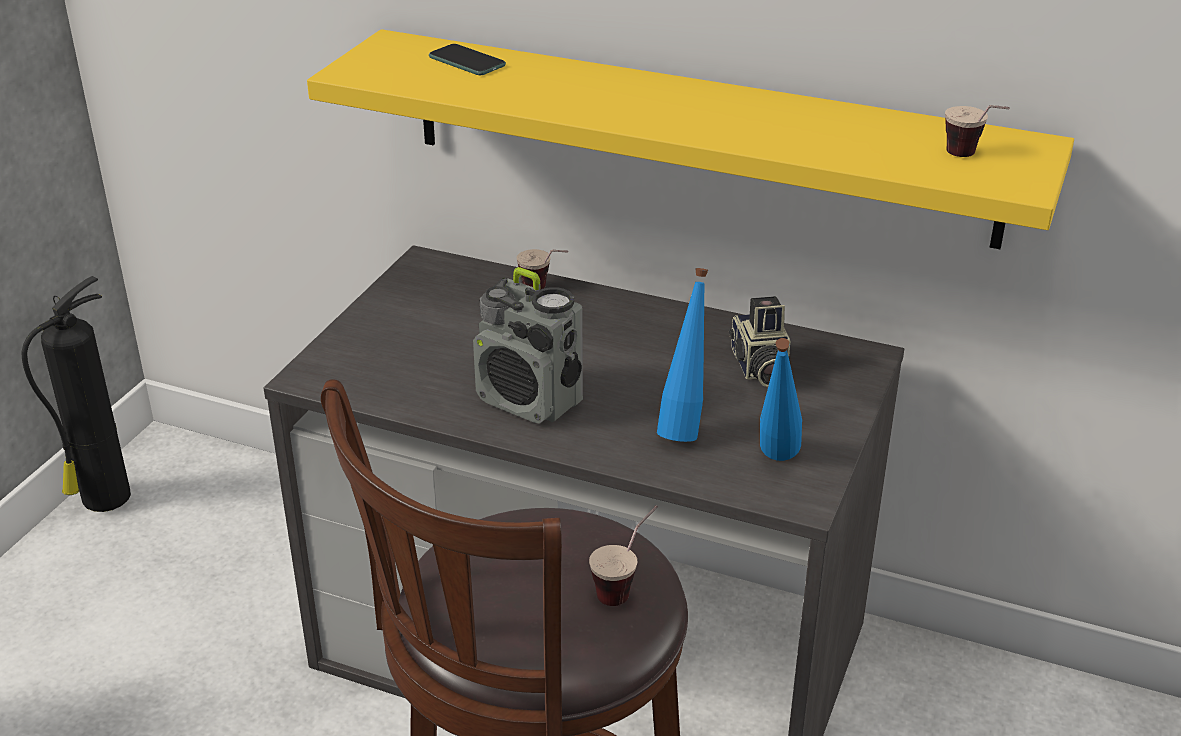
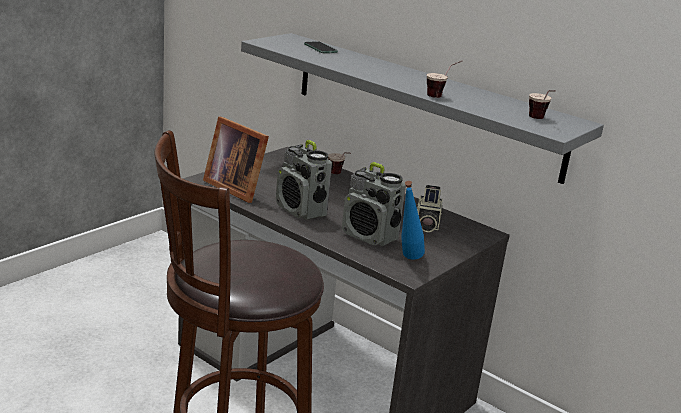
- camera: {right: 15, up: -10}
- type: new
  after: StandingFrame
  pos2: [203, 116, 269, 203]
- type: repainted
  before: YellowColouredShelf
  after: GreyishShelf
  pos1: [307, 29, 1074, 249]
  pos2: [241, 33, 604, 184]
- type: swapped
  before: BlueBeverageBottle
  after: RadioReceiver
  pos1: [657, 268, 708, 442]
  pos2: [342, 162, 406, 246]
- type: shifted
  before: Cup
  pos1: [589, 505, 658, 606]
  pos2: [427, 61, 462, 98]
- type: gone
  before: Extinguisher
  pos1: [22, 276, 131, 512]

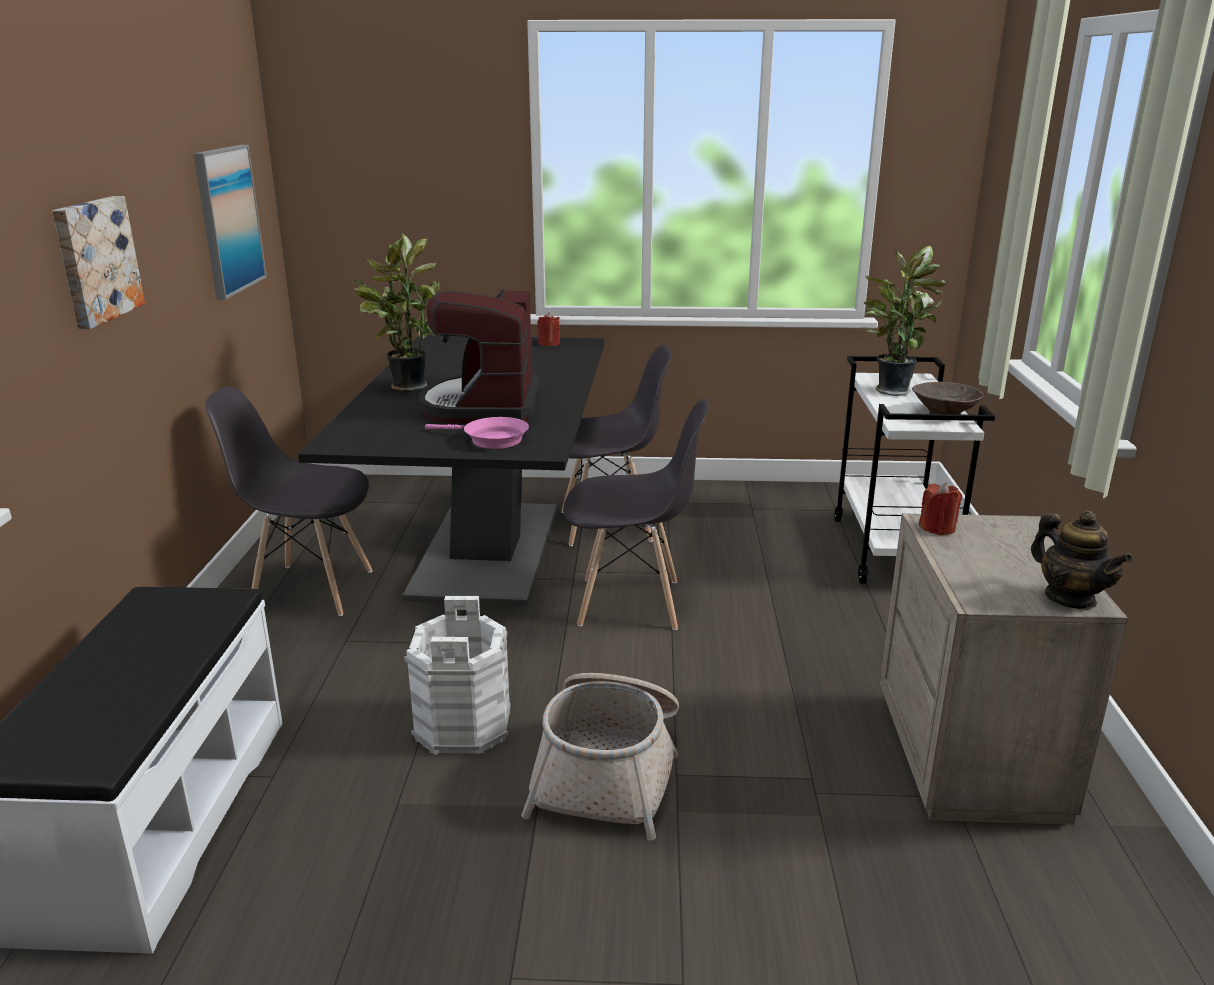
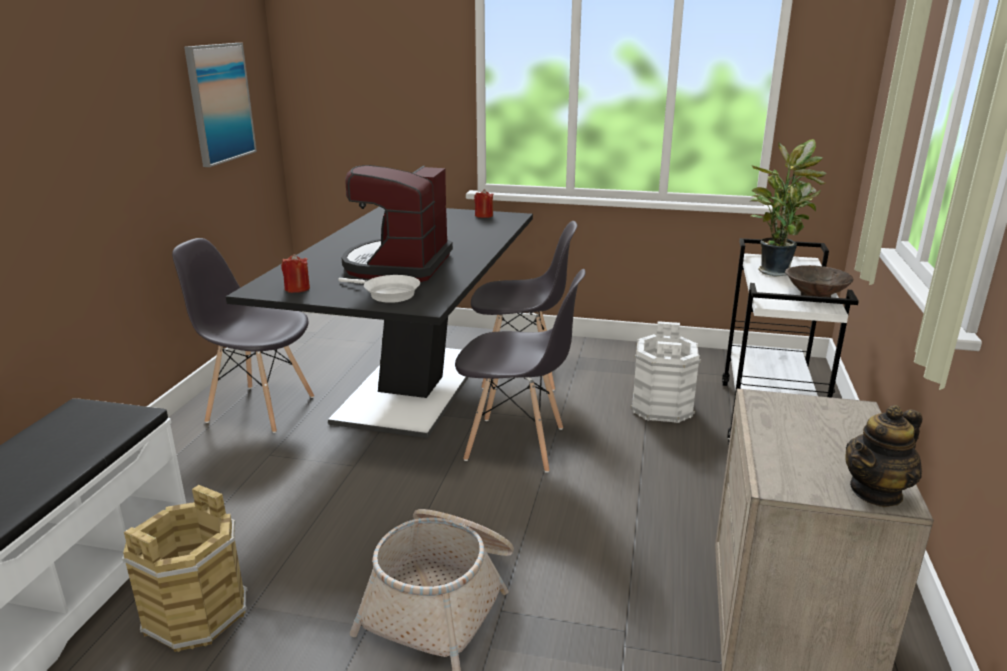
- camera: {right: 10, up: 0}
- type: new
  after: BrownishPail
  pos2: [122, 485, 248, 652]
- type: shifted
  before: RedColouredWaxLight
  pos1: [919, 482, 962, 535]
  pos2: [281, 254, 310, 293]
- type: repainted
  before: PinkColouredSkillet
  after: WhiteColouredSkillet
  pos1: [425, 417, 529, 449]
  pos2: [338, 275, 420, 303]
- type: shifted
  before: WhiteColouredPail
  pos1: [404, 596, 511, 755]
  pos2: [631, 321, 701, 423]
- type: rotated
  before: TeaPot
  pos1: [1031, 511, 1132, 609]
  pos2: [845, 405, 922, 507]
  turn: 75
- type: gone
  before: Picture
  pos1: [52, 196, 145, 329]
- type: gone
  before: PottedPlant
  pos1: [354, 234, 440, 392]

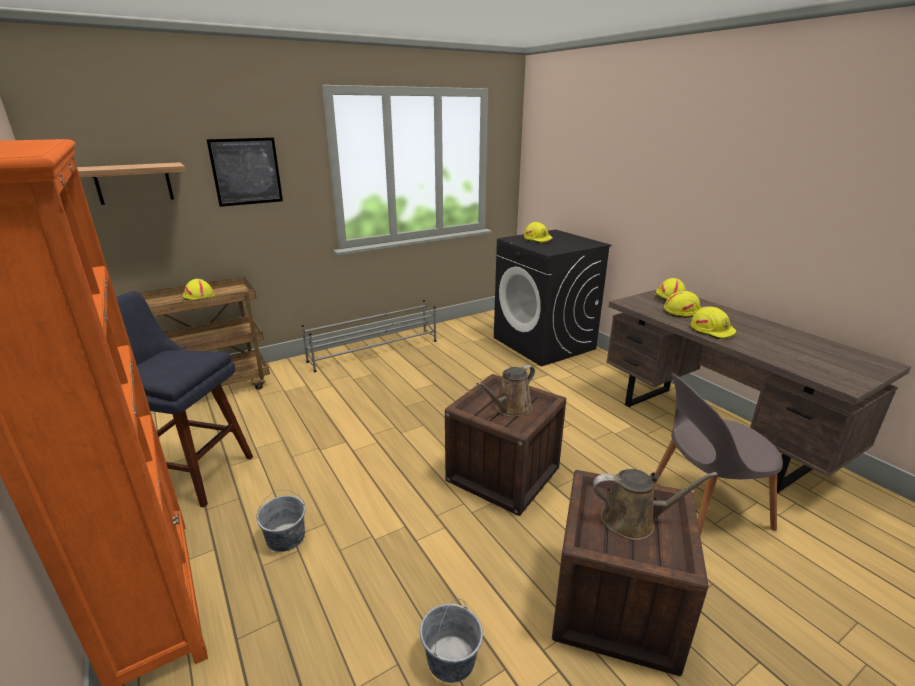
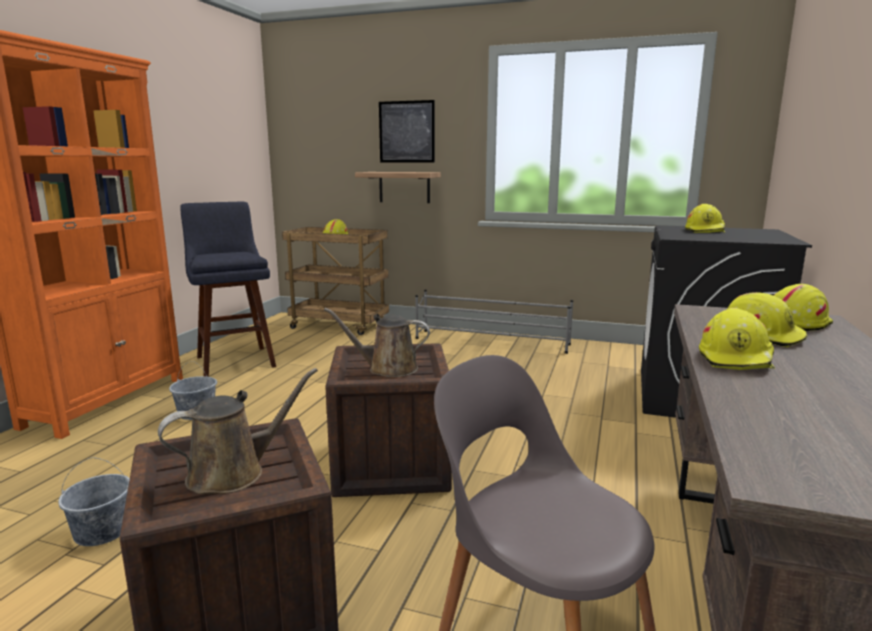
- camera: {right: 50, up: -10}
- type: rotated
  before: BrownishWateringPot
  pos1: [593, 469, 718, 540]
  pos2: [158, 368, 318, 494]
  turn: -90
- type: shifted
  before: Shelf
  pos1: [77, 162, 186, 205]
  pos2: [355, 172, 441, 203]

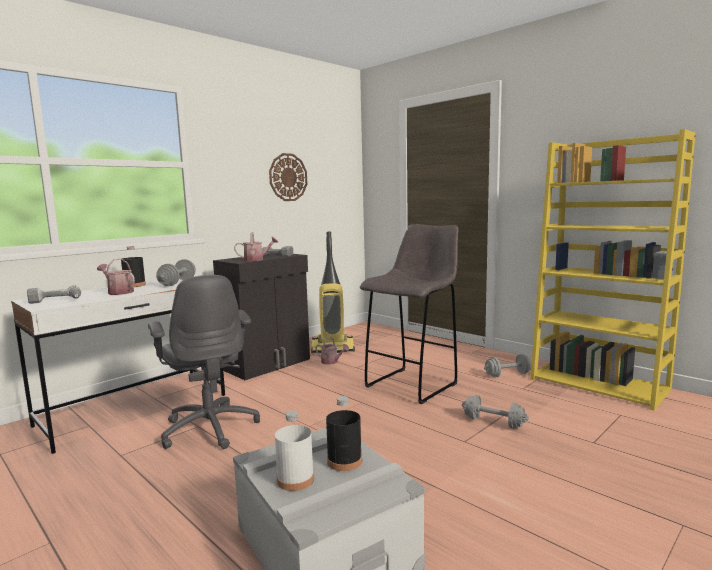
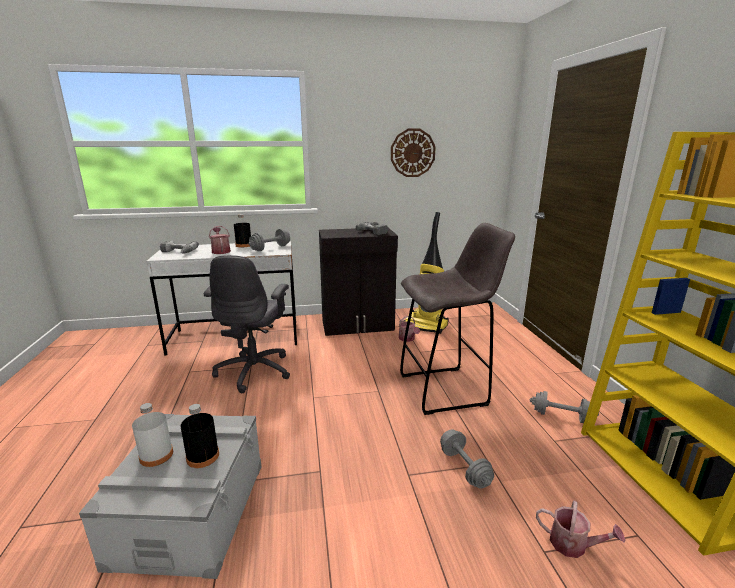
- camera: {right: 35, up: 10}
- type: shifted
  before: WateringPot
  pos1: [234, 232, 278, 261]
  pos2: [536, 500, 625, 558]

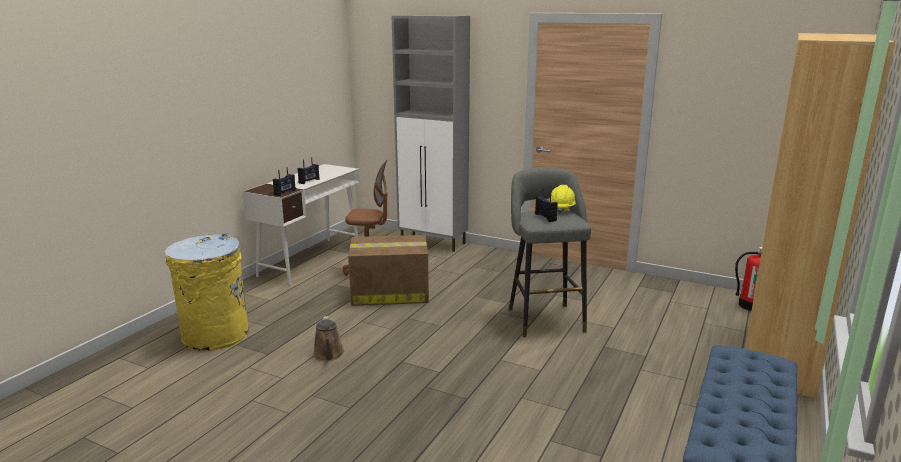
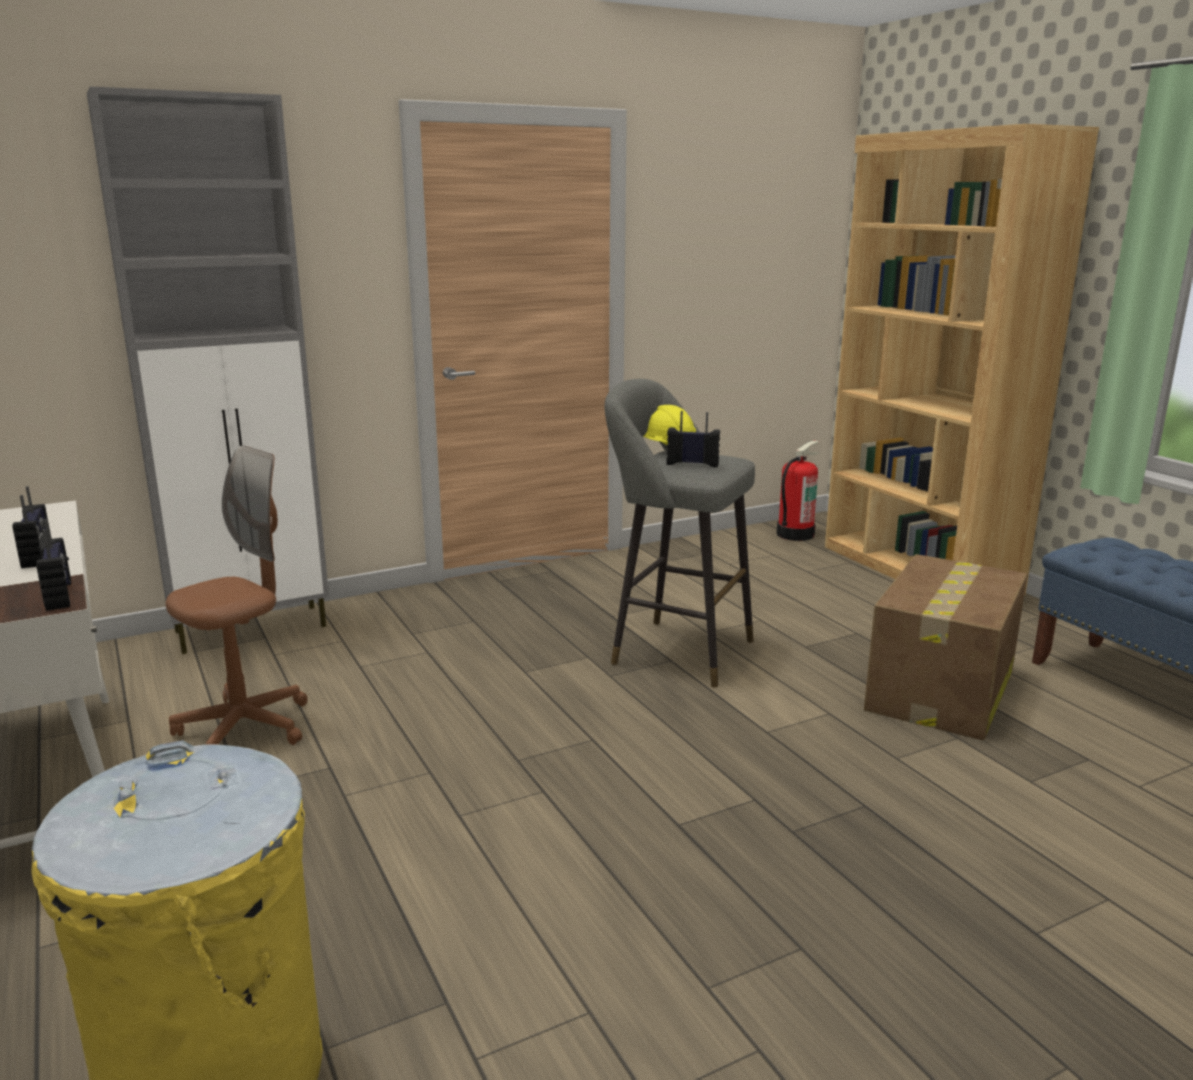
- camera: {right: -55, up: 0}
- type: shifted
  before: PackingBox
  pos1: [348, 235, 429, 306]
  pos2: [864, 554, 1027, 740]
- type: gone
  before: BrownishWateringPot
  pos1: [313, 316, 344, 361]

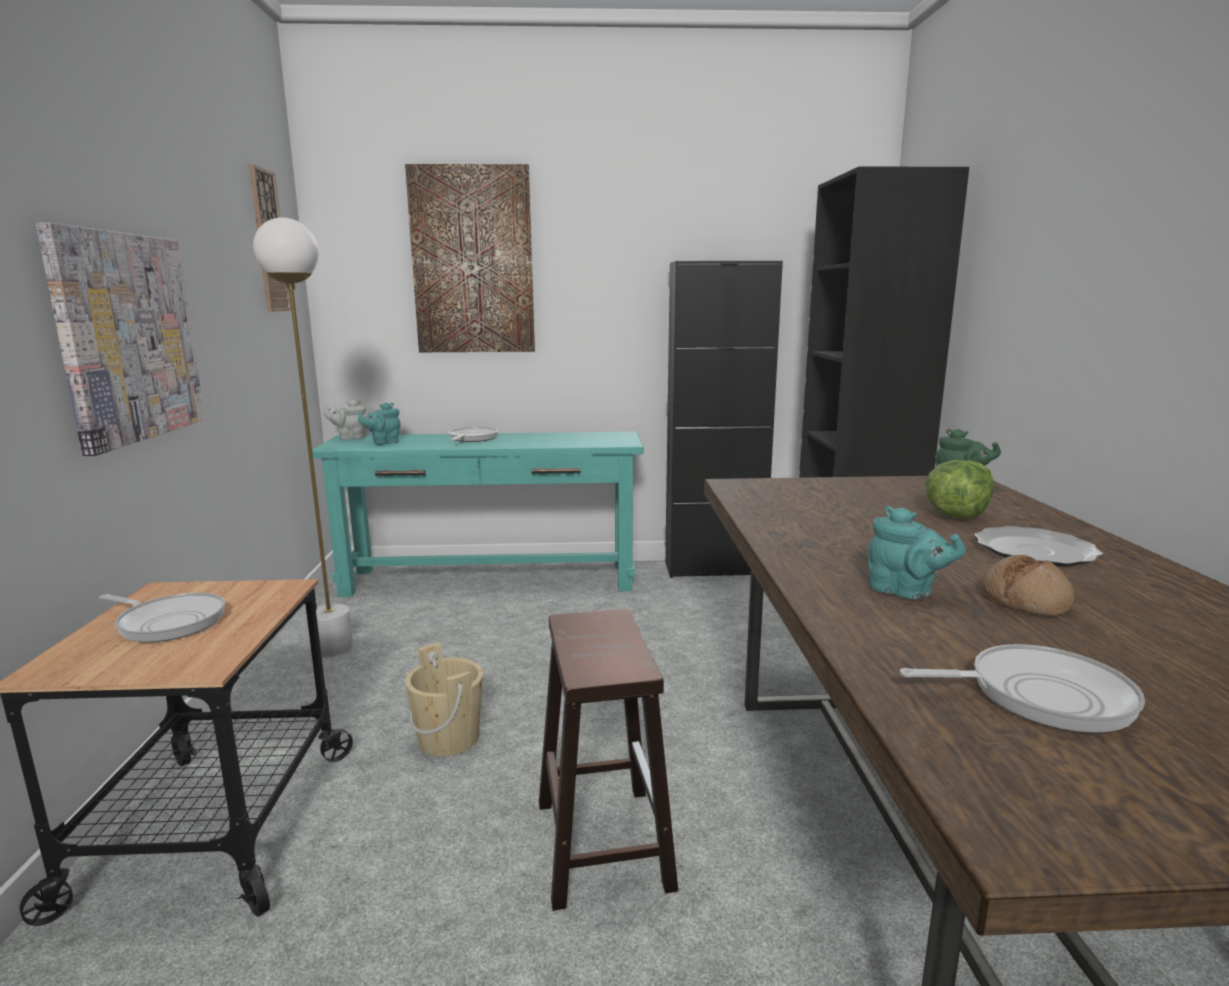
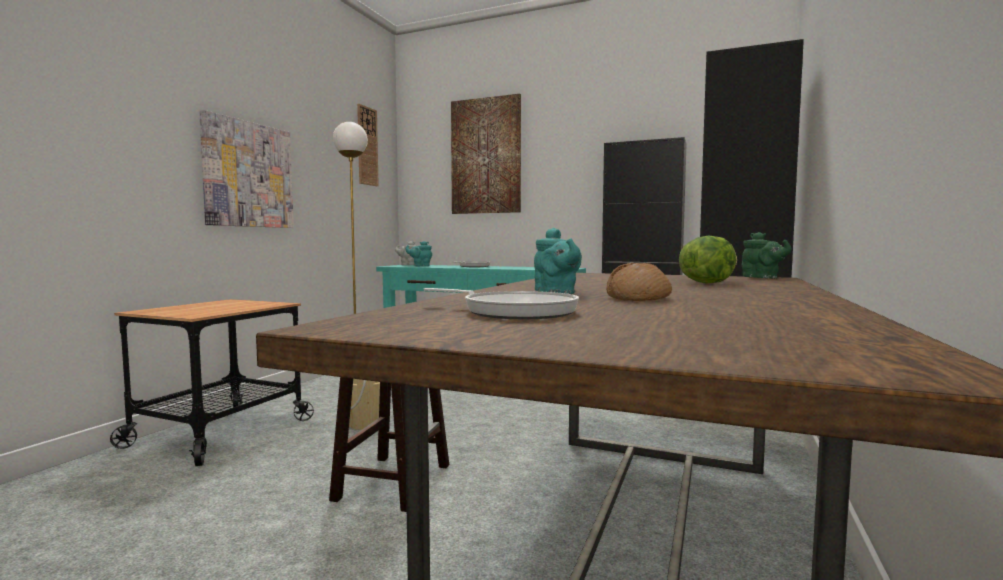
- camera: {right: 25, up: -10}
- type: gone
  before: Skillet
  pos1: [99, 593, 225, 642]
- type: gone
  before: DinnerPlate
  pos1: [974, 526, 1103, 567]

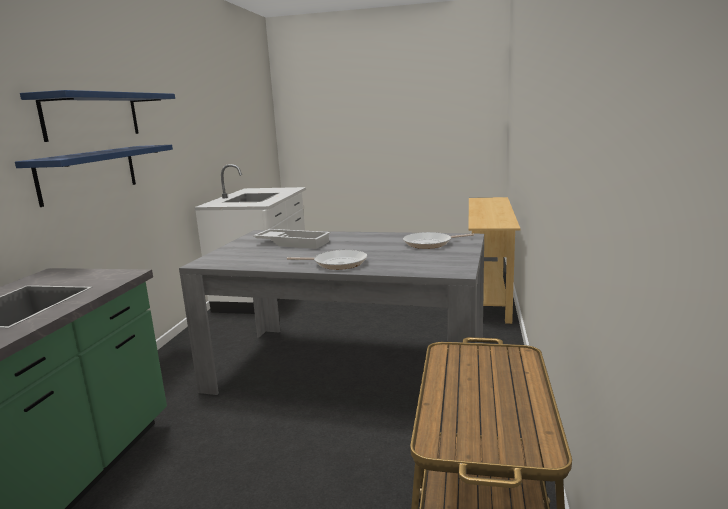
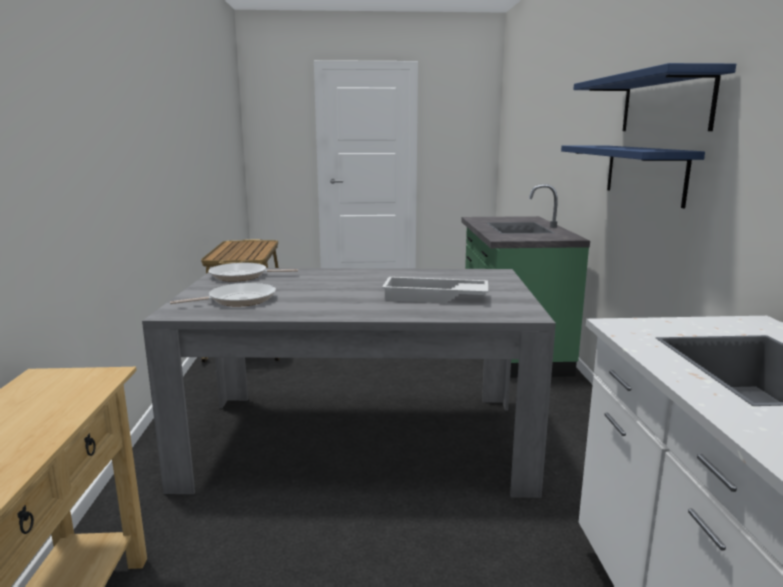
- camera: {right: 165, up: 0}
- type: shifted
  before: Skillet
  pos1: [287, 250, 367, 270]
  pos2: [208, 263, 298, 281]

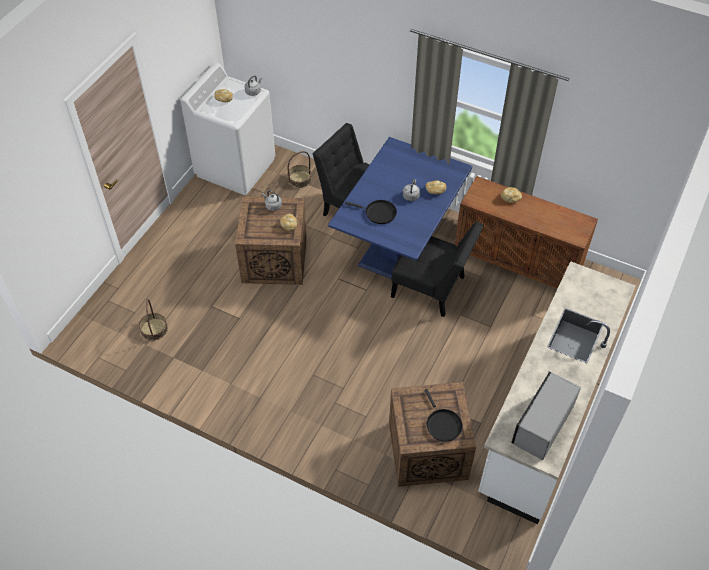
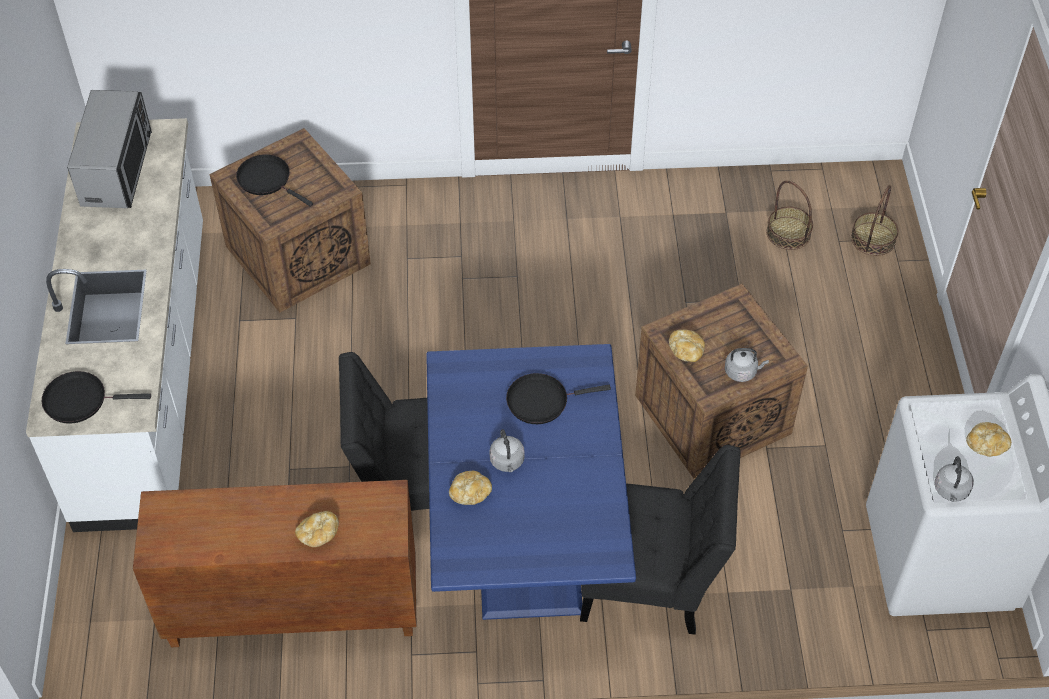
- camera: {right: 150, up: 0}
- type: new
  after: BlackColouredSkillet
  pos2: [42, 371, 151, 424]
- type: shifted
  before: Basket
  pos1: [287, 151, 312, 188]
  pos2: [851, 185, 899, 256]

